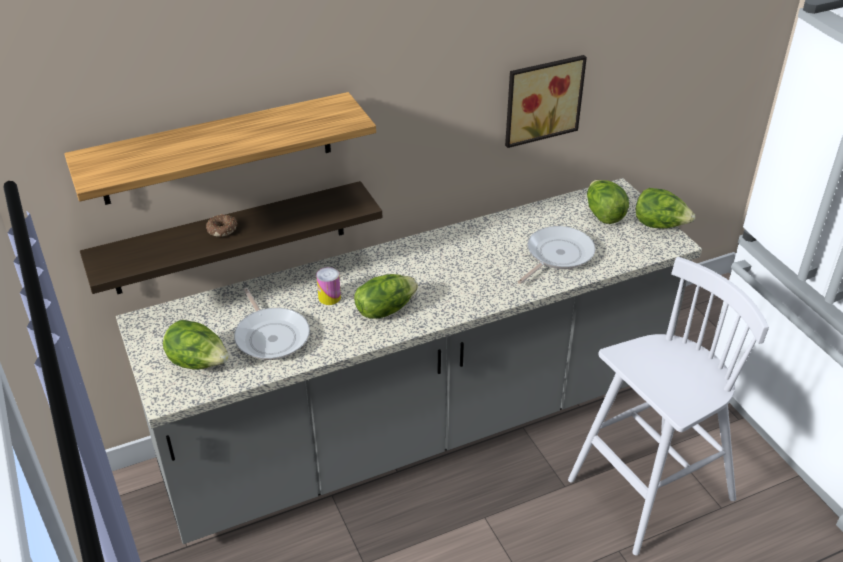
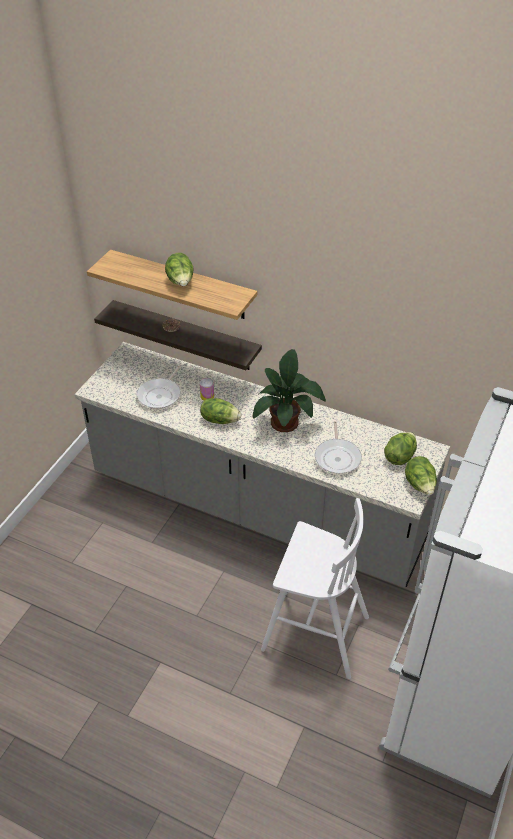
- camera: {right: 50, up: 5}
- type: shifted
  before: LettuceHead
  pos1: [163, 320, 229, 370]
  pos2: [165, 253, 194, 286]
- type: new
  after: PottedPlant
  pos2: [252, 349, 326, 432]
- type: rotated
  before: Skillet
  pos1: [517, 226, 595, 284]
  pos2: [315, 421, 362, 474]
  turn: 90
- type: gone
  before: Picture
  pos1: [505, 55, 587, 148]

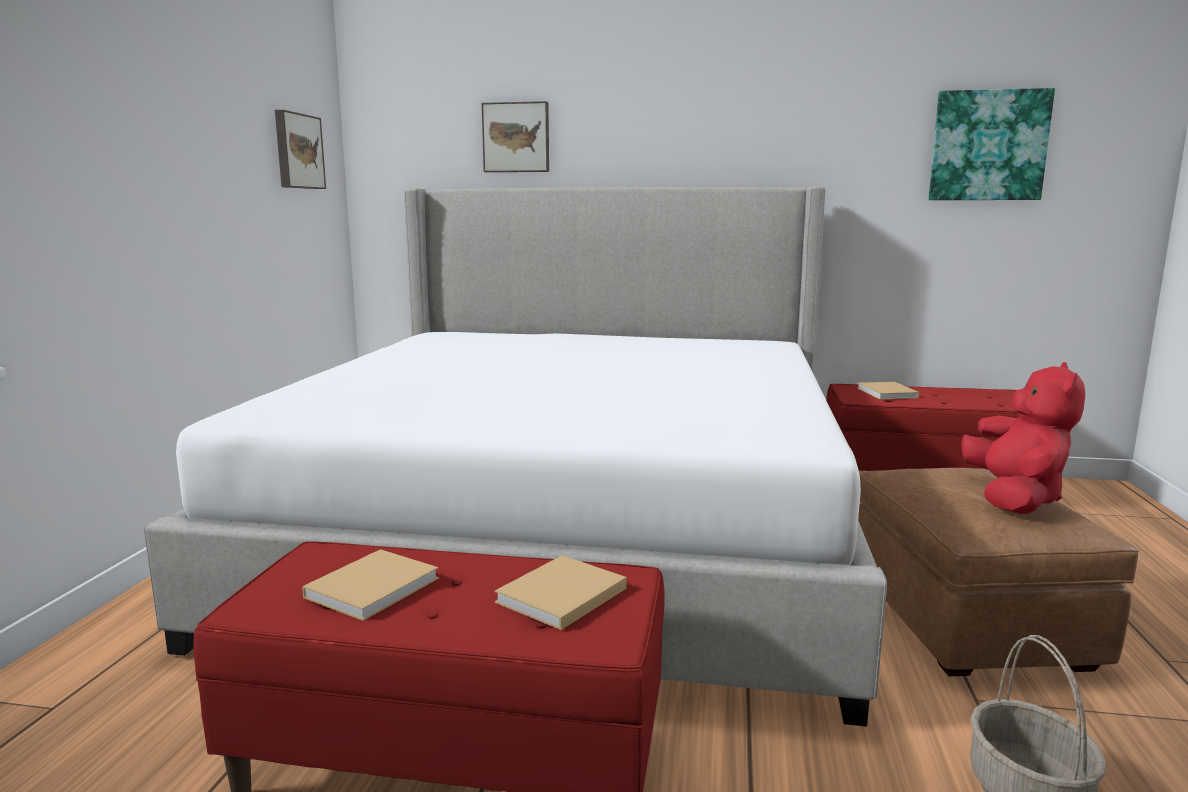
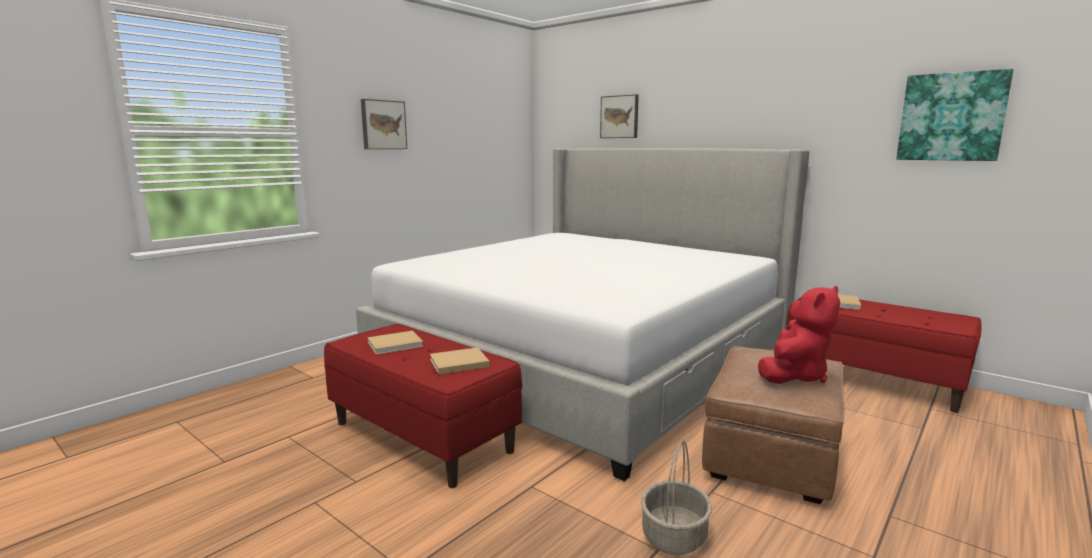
- camera: {right: 30, up: 0}
- type: shifted
  before: Picture
  pos1: [275, 110, 326, 189]
  pos2: [361, 99, 407, 149]

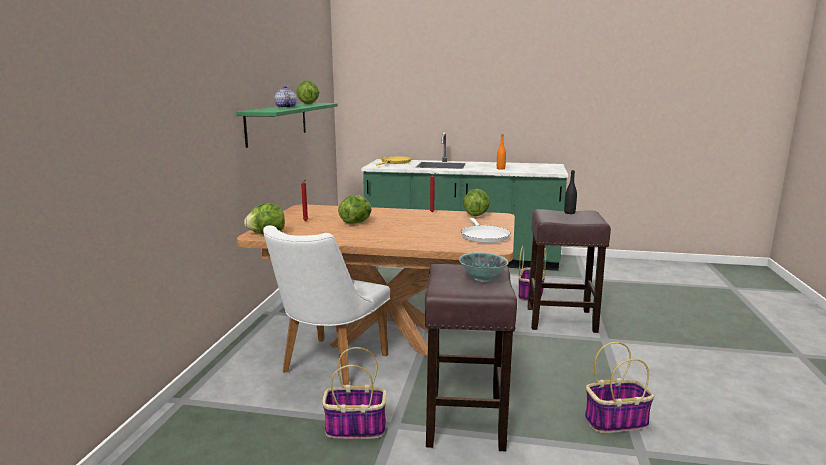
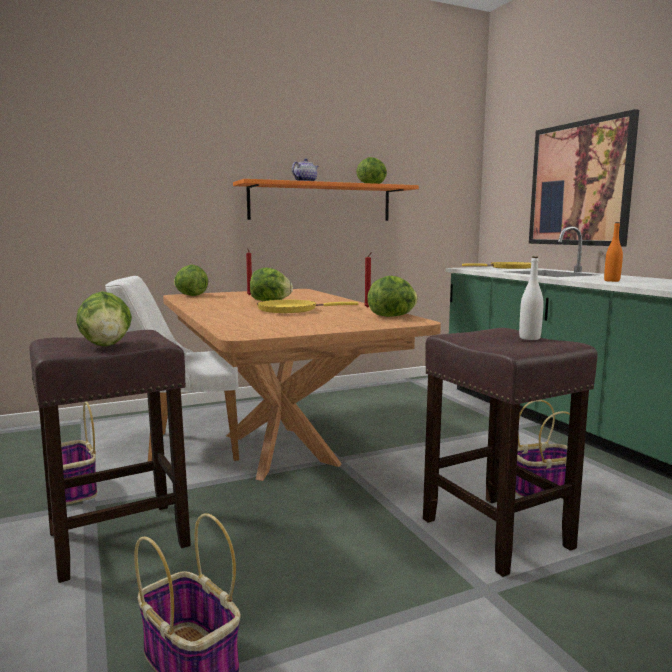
- camera: {right: 55, up: -5}
- type: swapped
  before: DeepDish
  after: LettuceHead
  pos1: [459, 252, 509, 282]
  pos2: [76, 291, 132, 346]
- type: repainted
  before: GreenishShelf
  after: OrangeColouredShelf
  pos1: [236, 103, 338, 148]
  pos2: [233, 179, 419, 221]
- type: new
  after: YellowColouredSkillet
  pos2: [257, 300, 359, 313]
- type: repainted
  before: BlackColouredBeverageBottle
  after: WhiteColouredBeverageBottle
  pos1: [564, 170, 577, 214]
  pos2: [519, 256, 543, 340]
- type: new
  after: Picture
  pos2: [529, 109, 639, 246]
- type: gone
  before: WhiteColouredSkillet
  pos1: [461, 217, 510, 243]

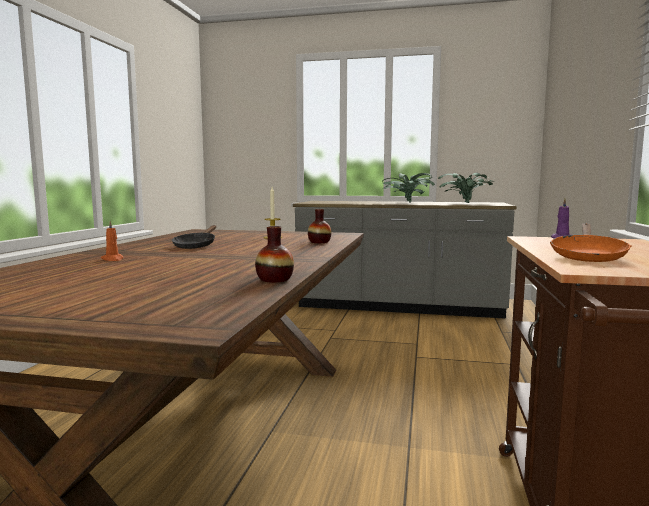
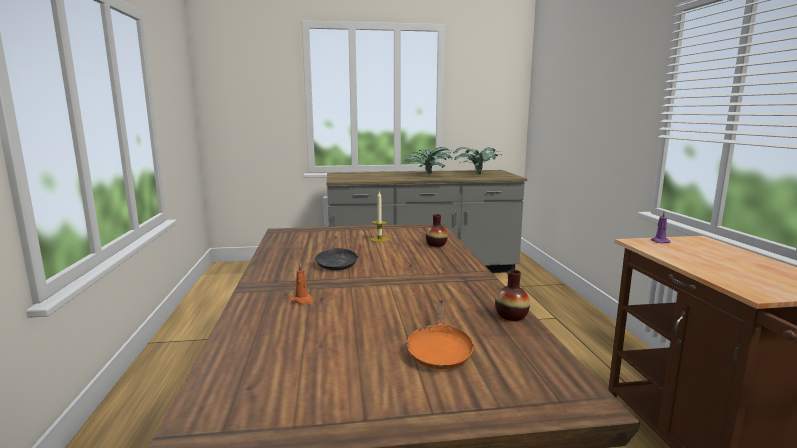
- camera: {right: -20, up: 5}
- type: shifted
  before: OrangeColouredSkillet
  pos1: [550, 223, 632, 262]
  pos2: [406, 300, 475, 369]

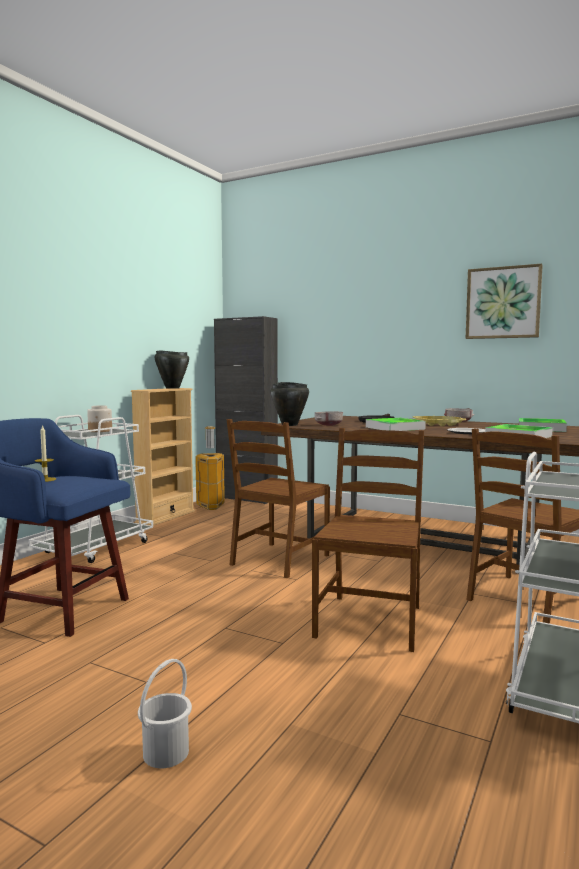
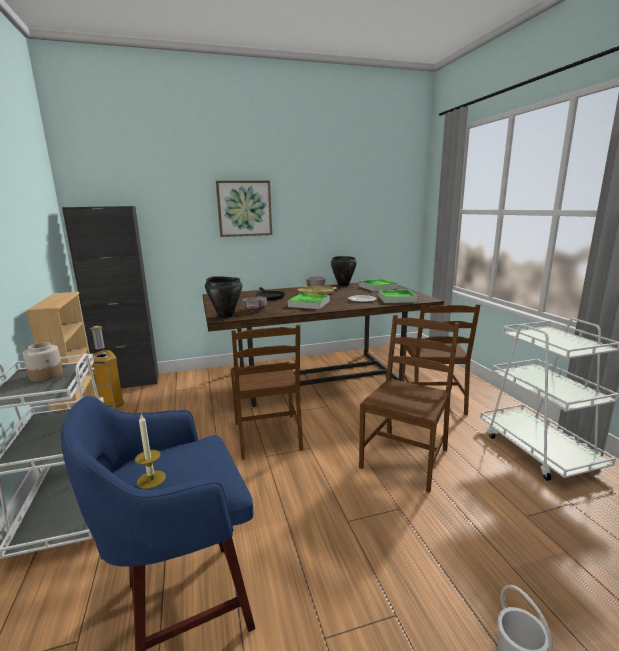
- camera: {right: -45, up: 10}
- type: shifted
  before: Picture
  pos1: [466, 264, 543, 339]
  pos2: [216, 181, 272, 237]
- type: shifted
  before: BlackColouredSaucepot
  pos1: [155, 350, 189, 389]
  pos2: [331, 256, 357, 286]
- type: rotated
  before: BrownishChair
  pos1: [312, 428, 424, 652]
  pos2: [359, 314, 459, 493]
  turn: 60

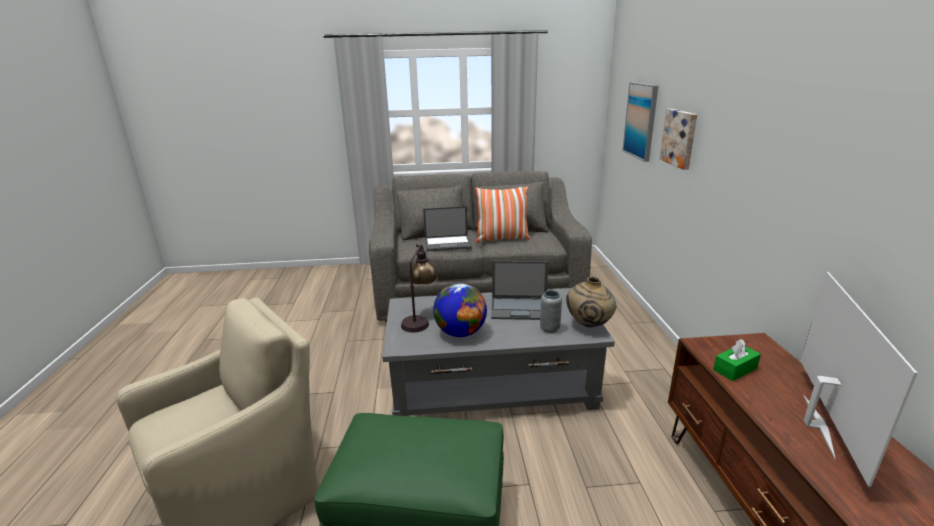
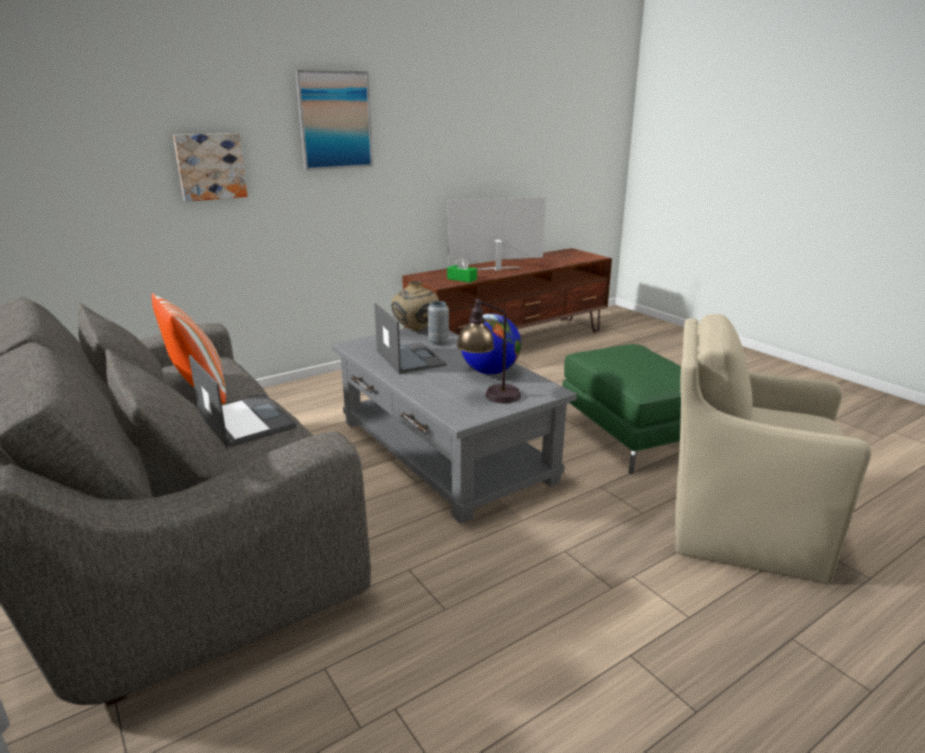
- camera: {right: -120, up: 0}
- type: shifted
  before: Picture
  pos1: [622, 82, 658, 162]
  pos2: [295, 70, 373, 170]

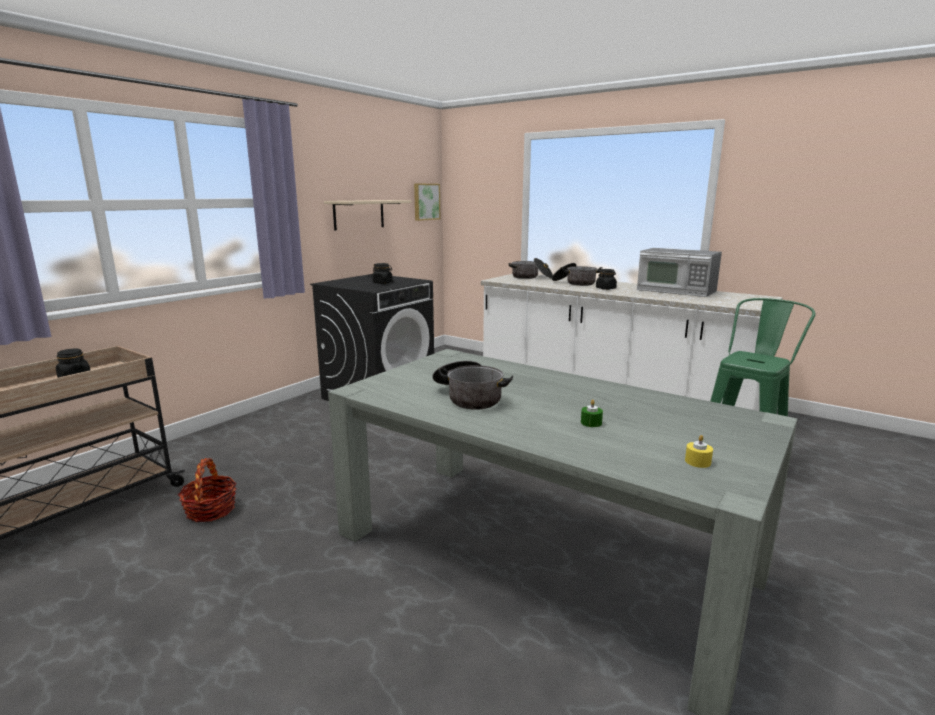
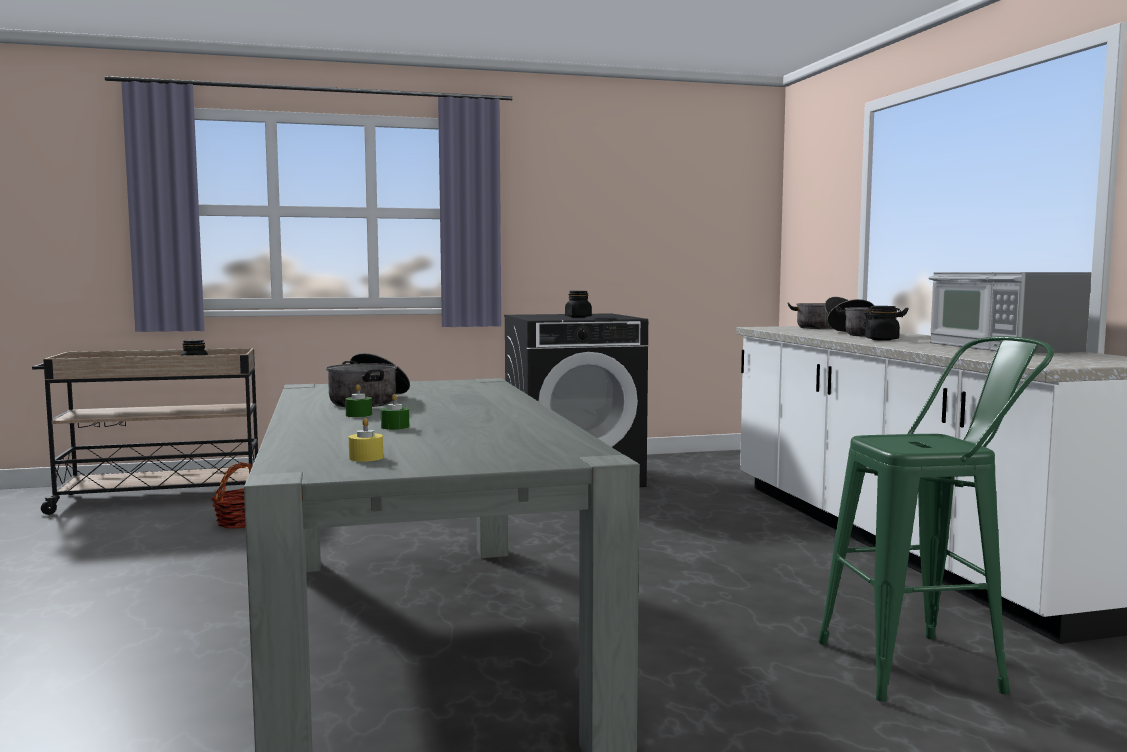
- camera: {right: 40, up: -10}
- type: new
  after: GreenishWaxLight
  pos2: [345, 384, 372, 417]
- type: gone
  before: BeigeColouredShelf
  pos1: [324, 200, 412, 230]
- type: gone
  before: Picture
  pos1: [414, 183, 440, 221]

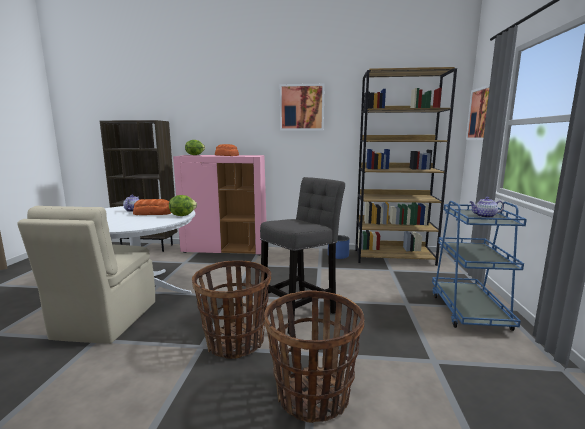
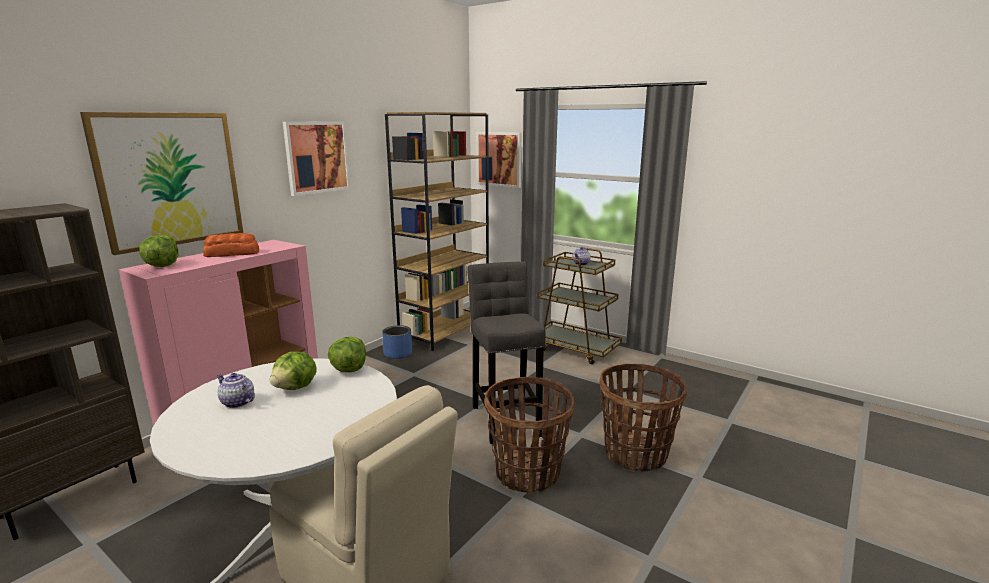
- camera: {right: -60, up: 5}
- type: new
  after: Picture
  pos2: [80, 112, 243, 255]
- type: swapped
  before: Bread
  after: LettuceHead
  pos1: [133, 199, 171, 215]
  pos2: [270, 351, 317, 390]
- type: repainted
  before: BlueCart
  after: BrownishCart
  pos1: [432, 201, 527, 331]
  pos2: [537, 248, 622, 364]

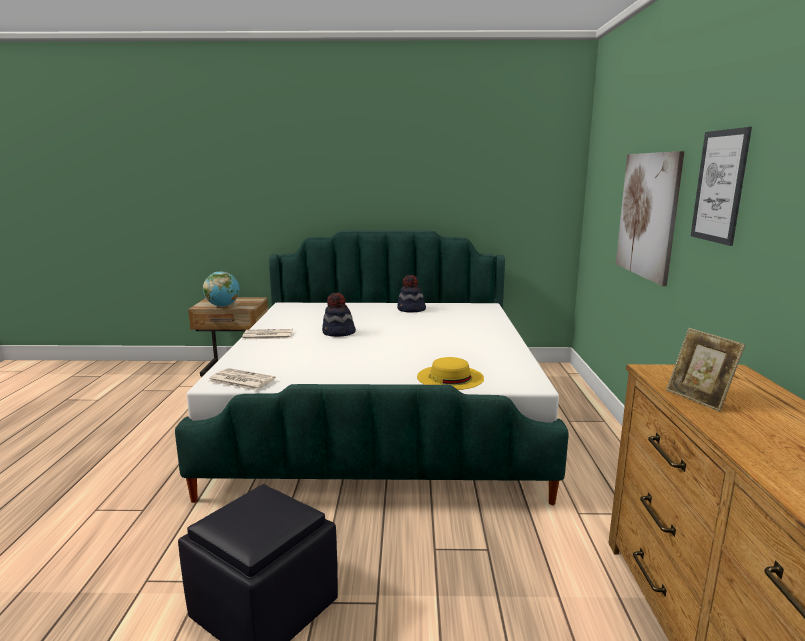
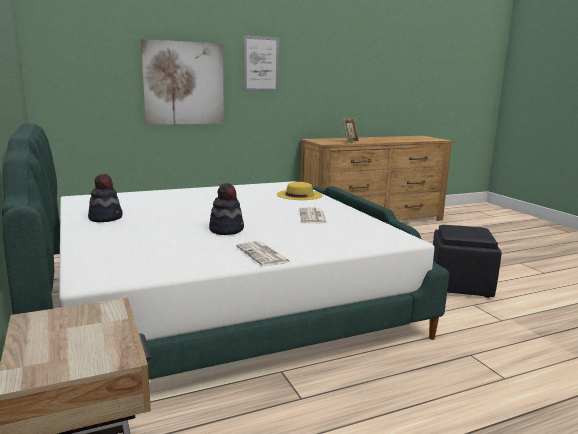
- camera: {right: -115, up: 0}
- type: shifted
  before: PrintedPaper
  pos1: [208, 368, 276, 391]
  pos2: [300, 207, 327, 223]
- type: gone
  before: WorldGlobe
  pos1: [203, 271, 240, 307]

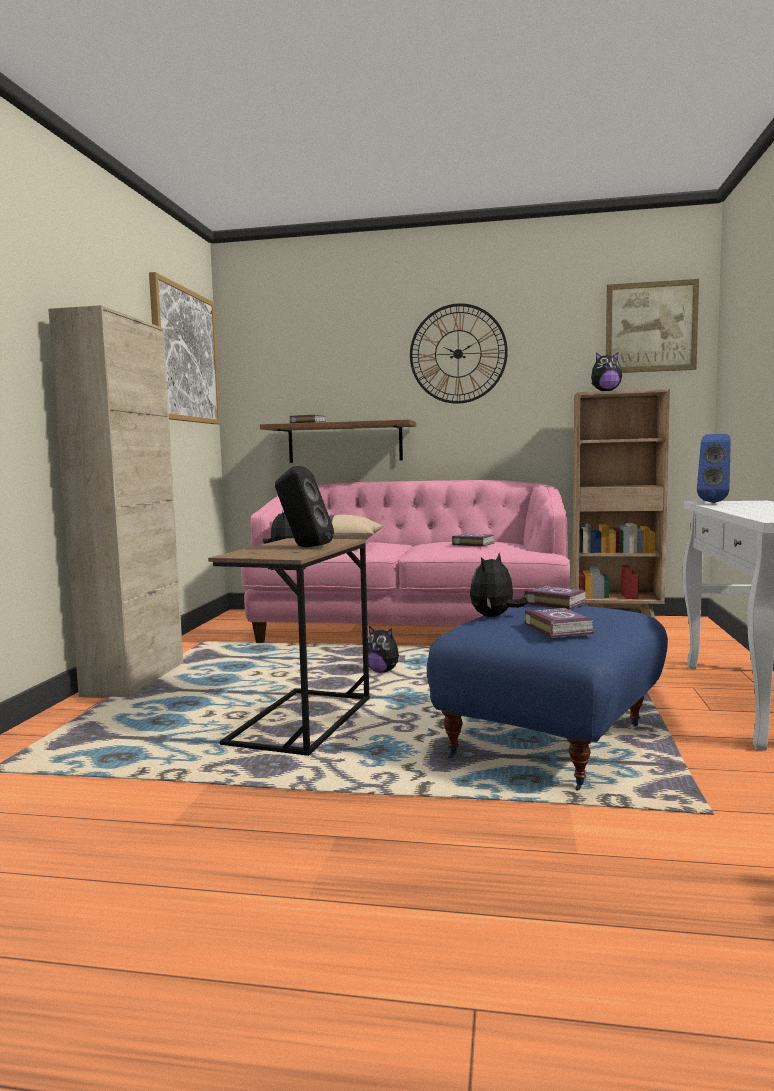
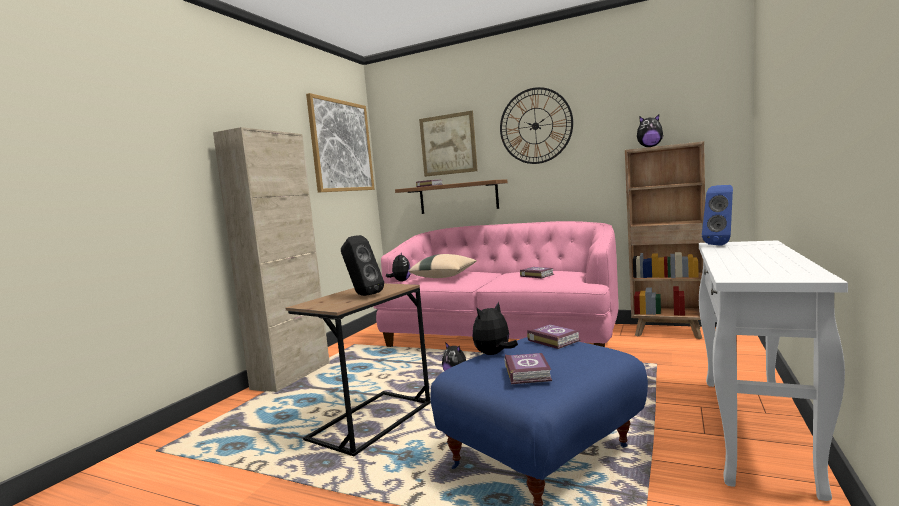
- camera: {right: 15, up: 0}
- type: shifted
  before: Picture
  pos1: [606, 279, 699, 373]
  pos2: [419, 111, 478, 177]

